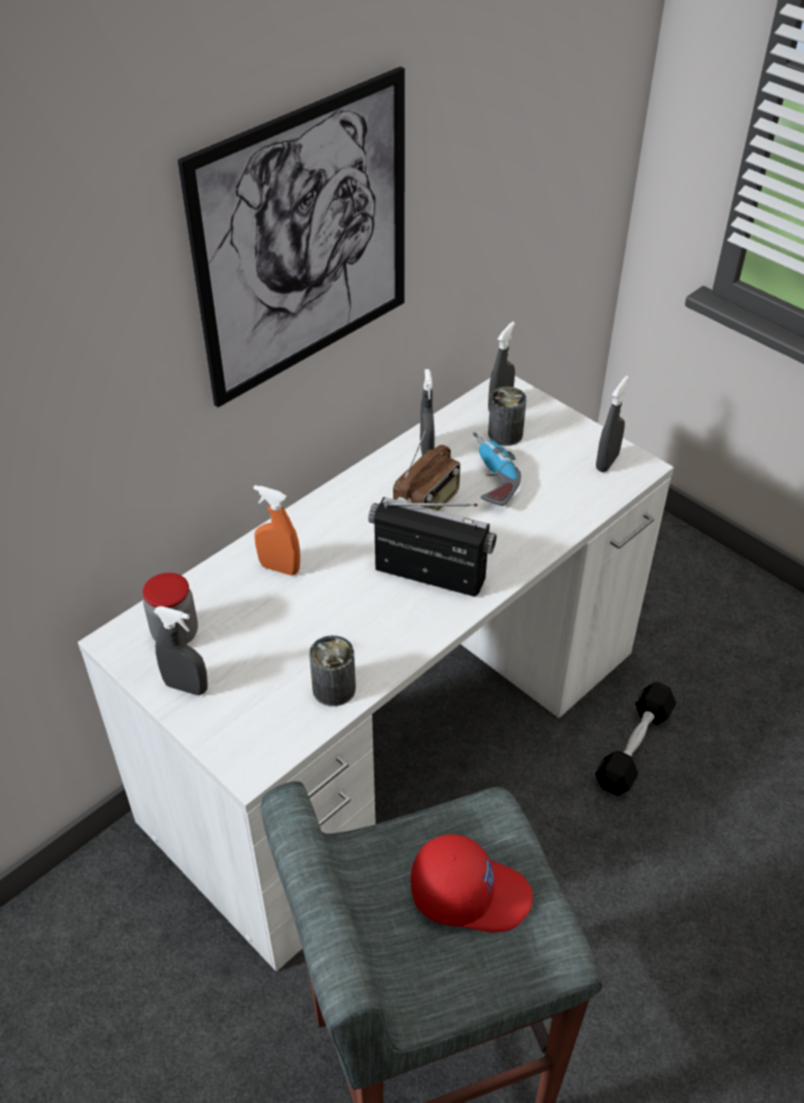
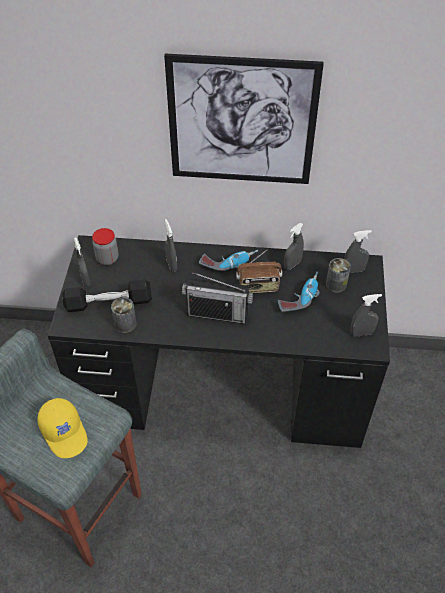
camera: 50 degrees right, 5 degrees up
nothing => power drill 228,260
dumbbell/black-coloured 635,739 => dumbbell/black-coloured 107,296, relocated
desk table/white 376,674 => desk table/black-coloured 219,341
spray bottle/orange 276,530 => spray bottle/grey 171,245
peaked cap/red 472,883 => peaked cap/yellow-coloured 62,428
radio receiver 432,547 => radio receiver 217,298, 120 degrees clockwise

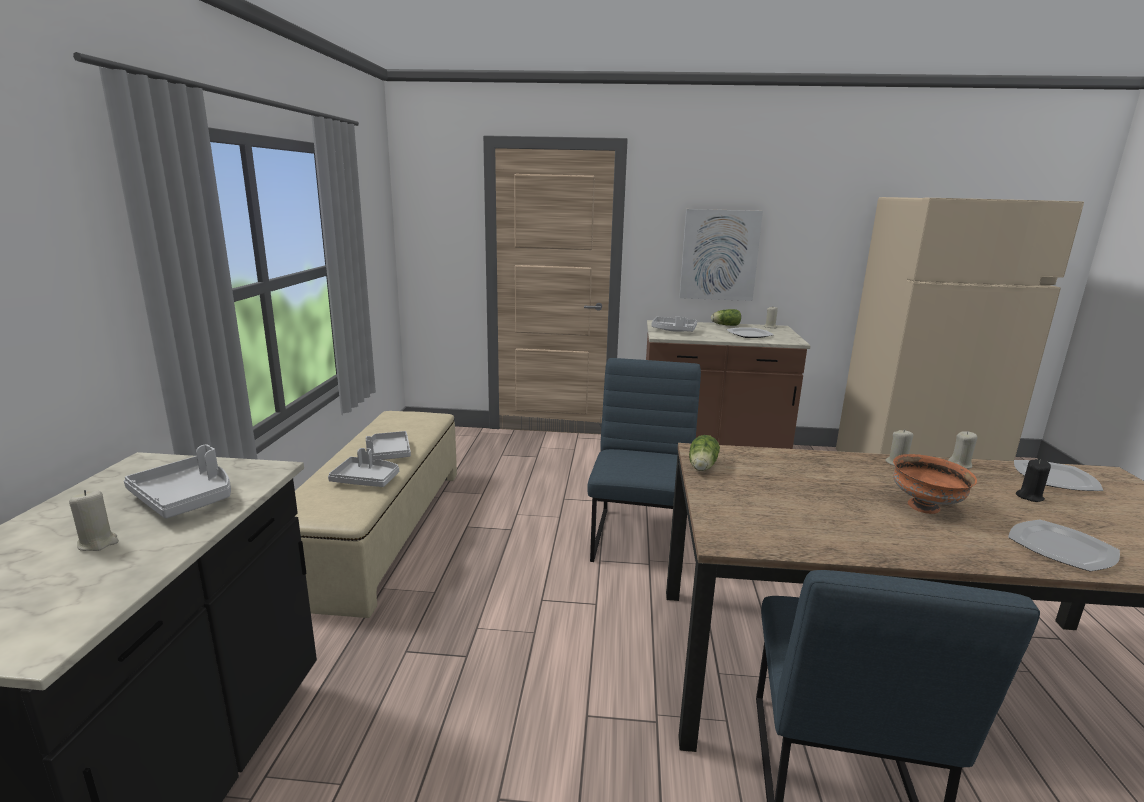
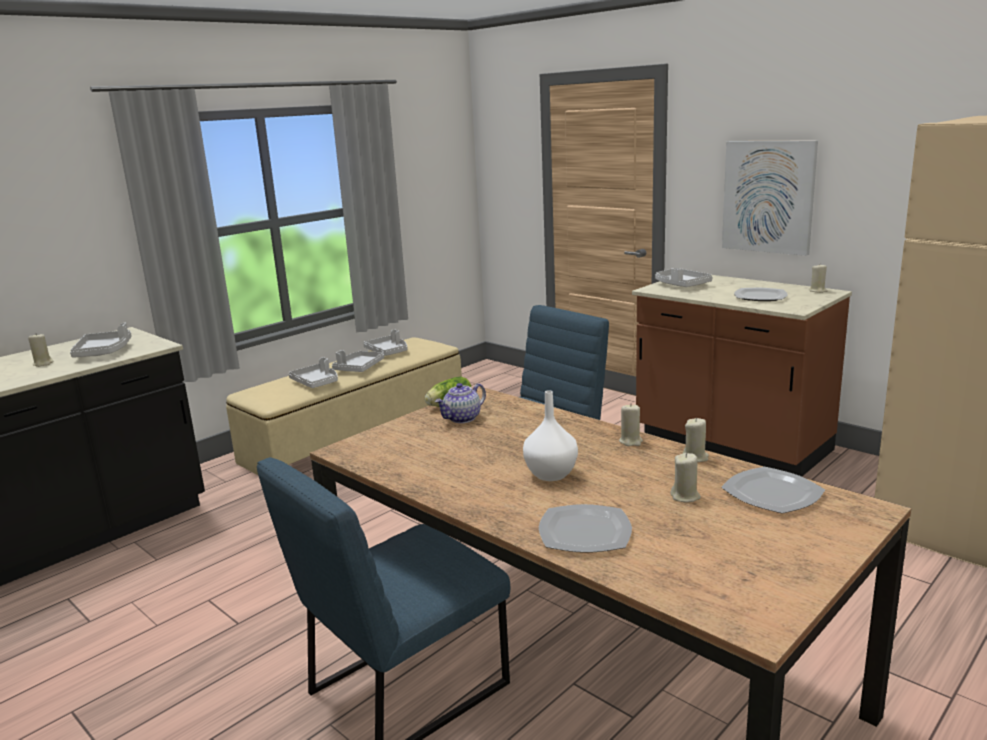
camera: 40 degrees right, 0 degrees up
lettuce 726,317 => nothing
nothing => tray/grey 385,342
nothing => teapot 460,403
deep dish/orange 935,484 => decorative vase/white 550,435
wax candle/black-coloured 1033,480 => wax candle/beige-coloured 686,478

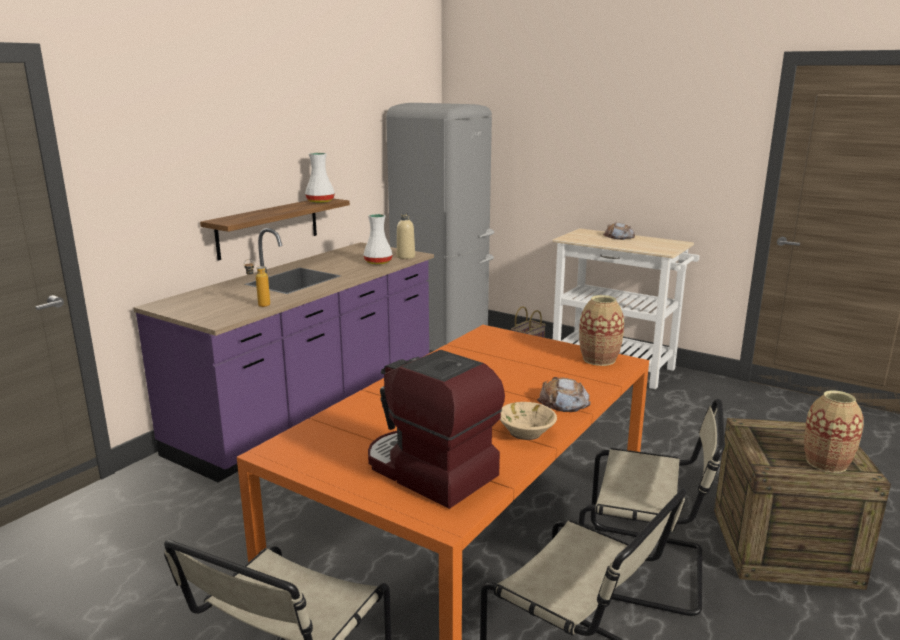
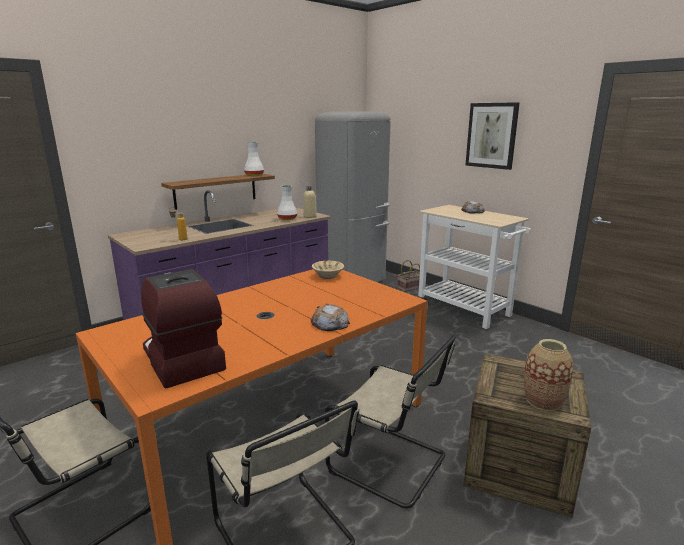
camera: 15 degrees right, 0 degrees up
decorative vase 601,330 => nothing
nothing => wall art 492,136
deep dish/beige-coloured 528,421 => deep dish/beige-coloured 328,270, relocated

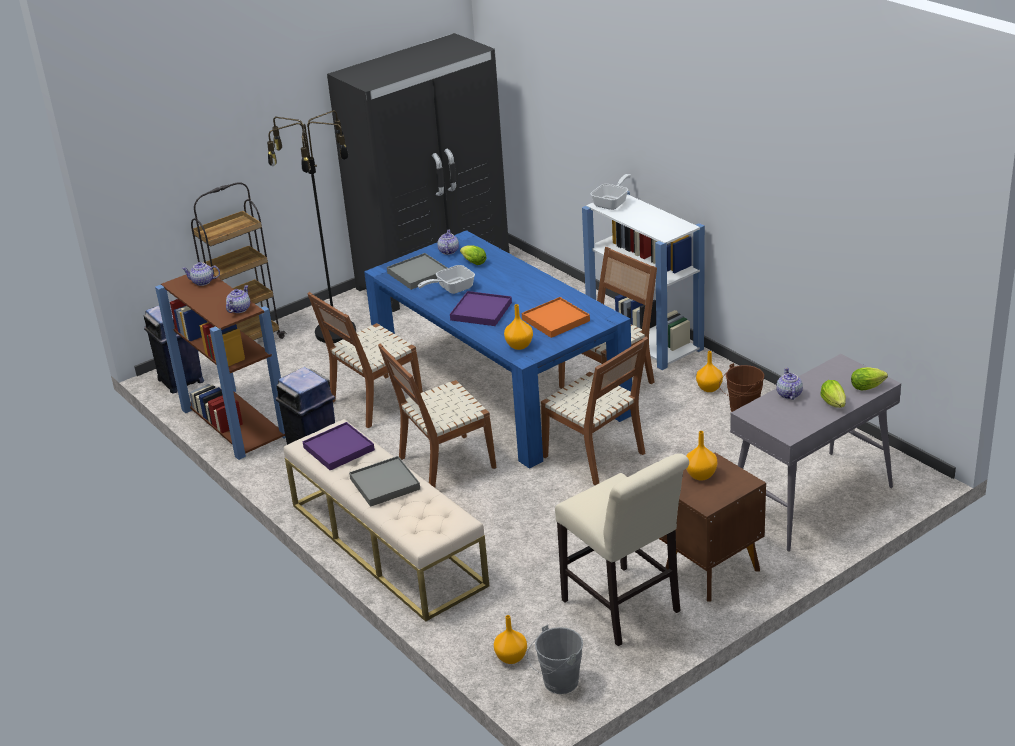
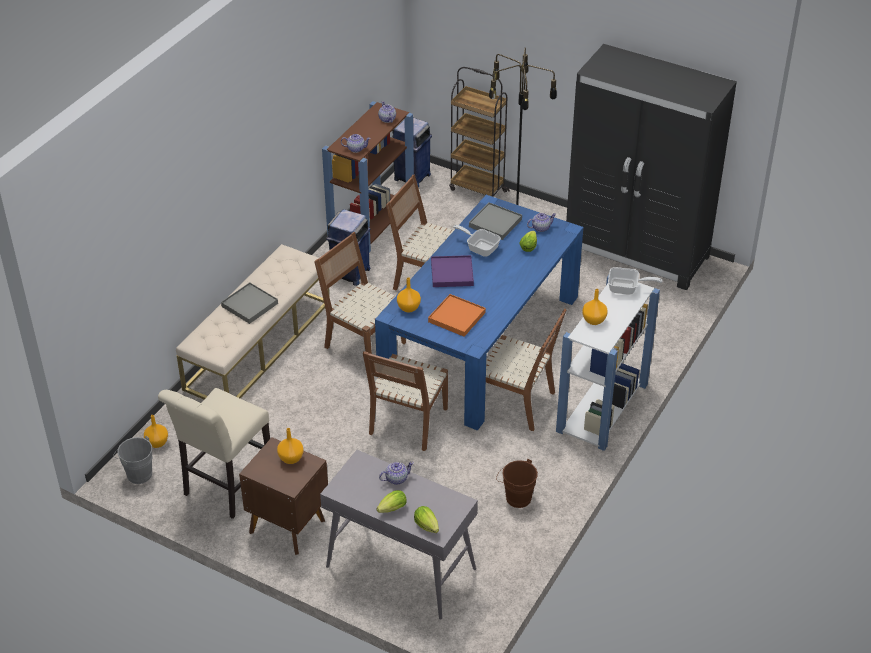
camera: 65 degrees right, 10 degrees up
tray/purple-coloured 338,446 => nothing
decorative vase/orange 709,371 => decorative vase/orange 595,307, relocated

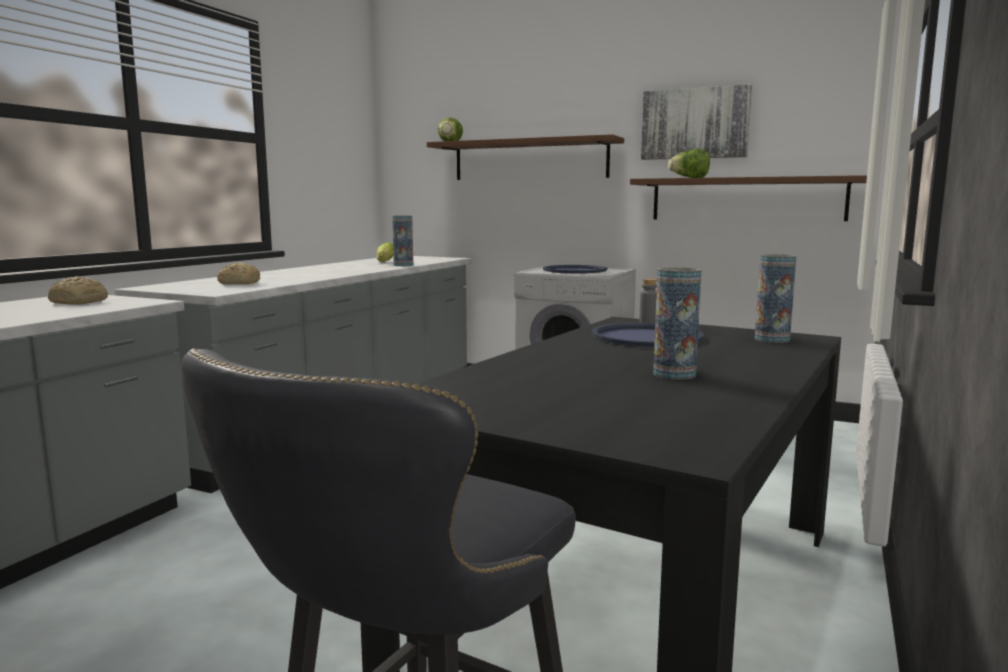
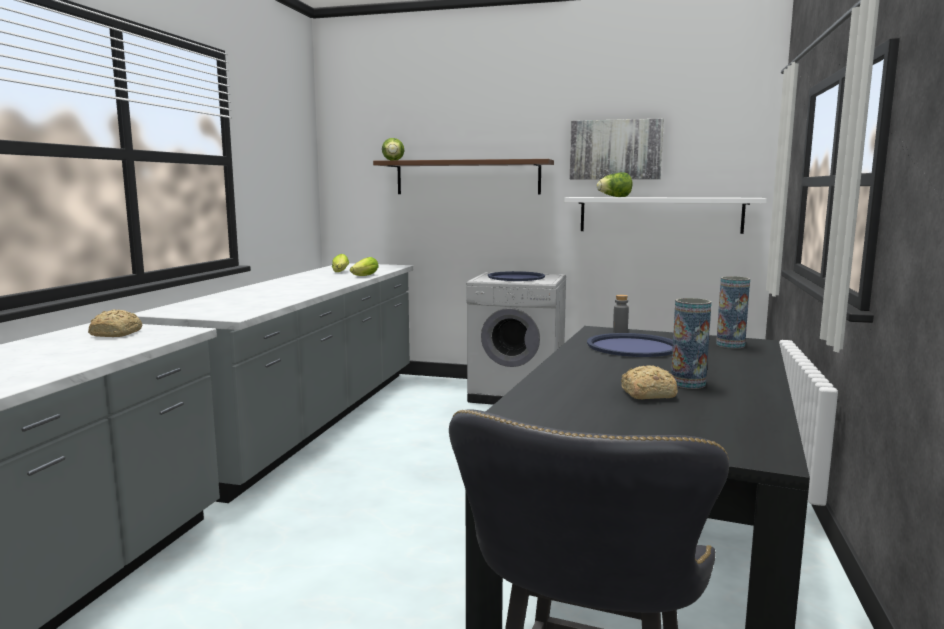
camera: 10 degrees left, 0 degrees up
bread 238,273 => bread 649,382, relocated
decorative vase 402,241 => lettuce 364,266
wall shelf/brown 748,198 => wall shelf/white 665,215

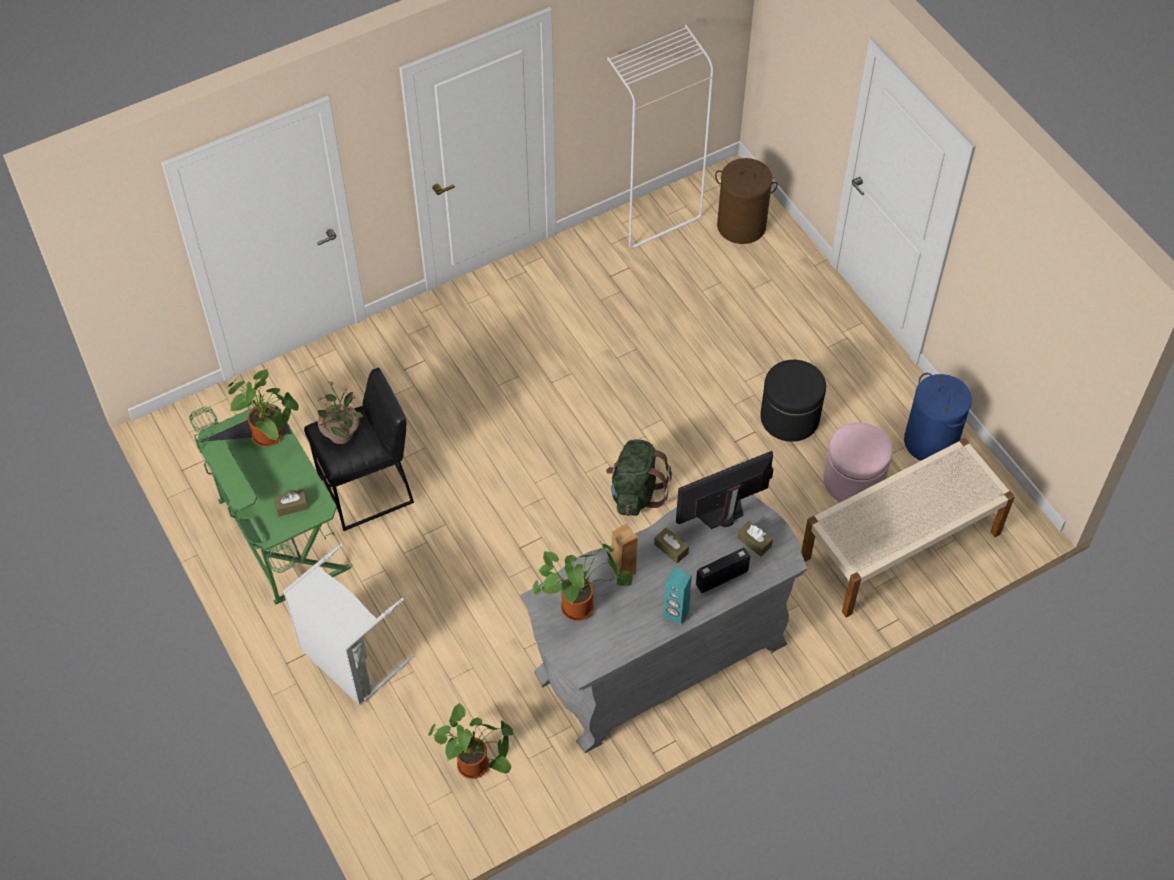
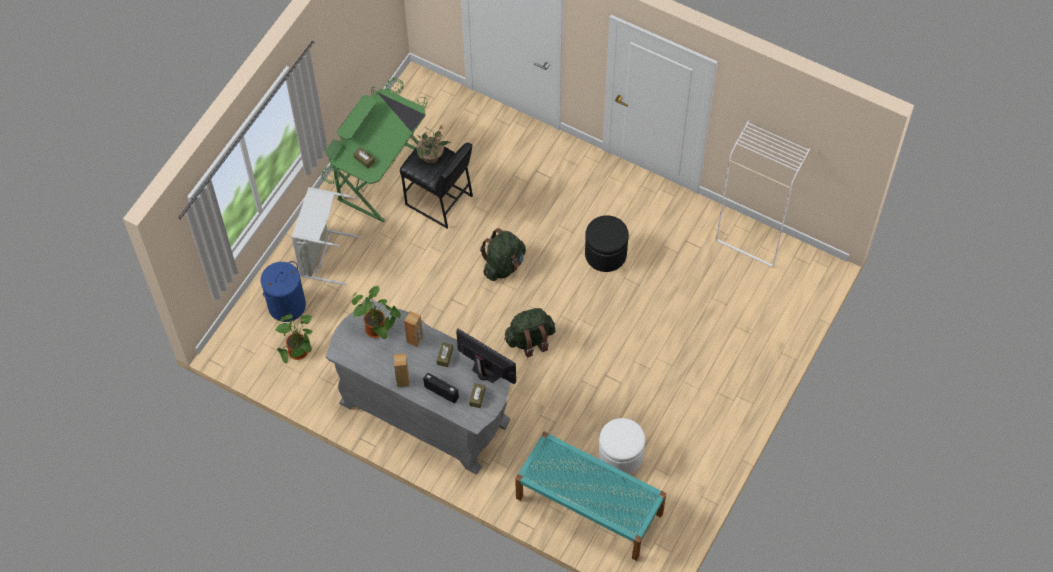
camera: 60 degrees right, 5 degrees up
houseplant 263,408 => nothing
washing basket/brown 746,201 => nothing
nothing => knapsack/greenish 503,254
pouffe/black-coloured 793,401 => pouffe/black-coloured 607,243, relocated
washing basket/blue-coloured 938,417 => washing basket/blue-coloured 283,291, relocated
speaker/turquoise-coloured 677,596 => speaker/brown 401,370
long seat/beige-coloured 908,528 => long seat/turquoise-coloured 591,496
pouffe/pink 857,463 => pouffe/white 622,446

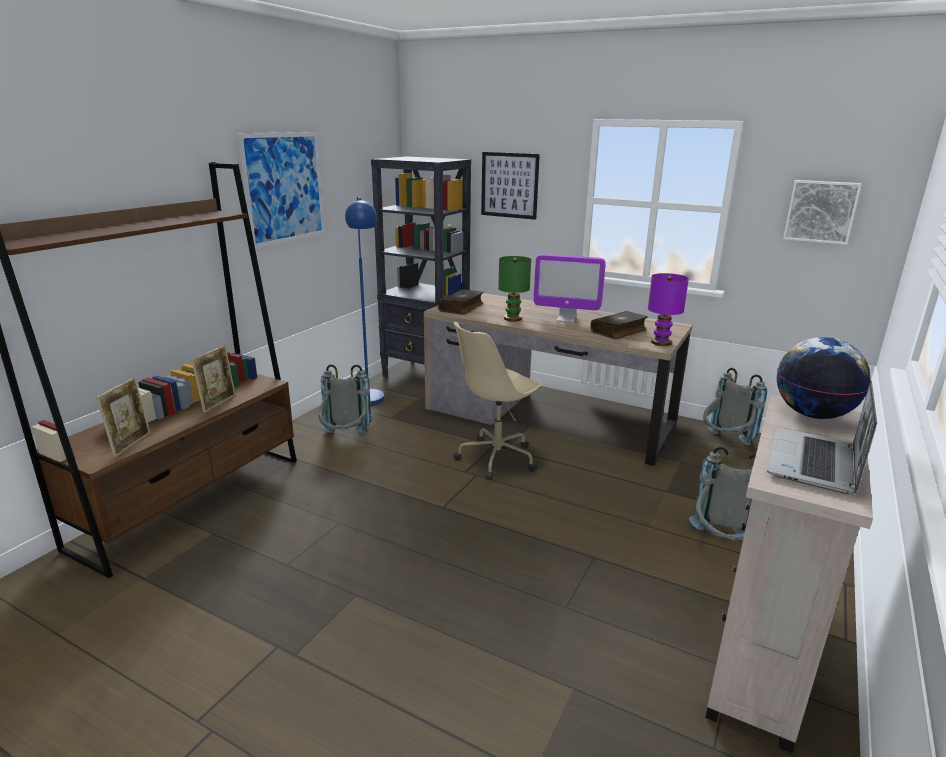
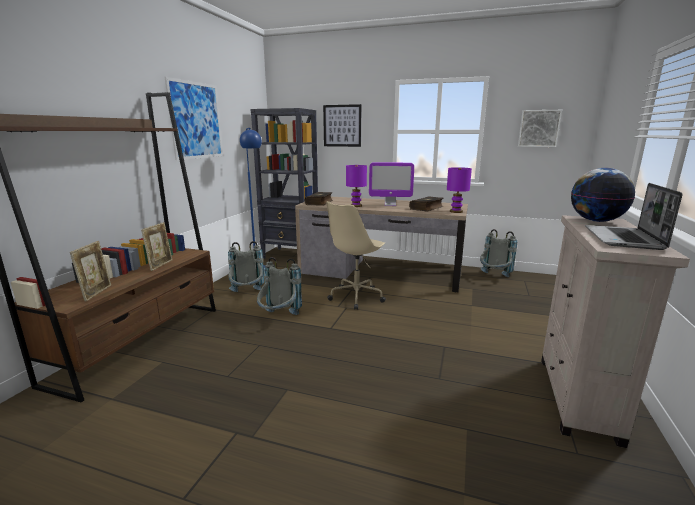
camera: 10 degrees left, 5 degrees down
knapsack/grey 722,493 => knapsack/grey 279,286, relocated
lamp for a table/greenish 514,288 => lamp for a table/purple-coloured 356,186

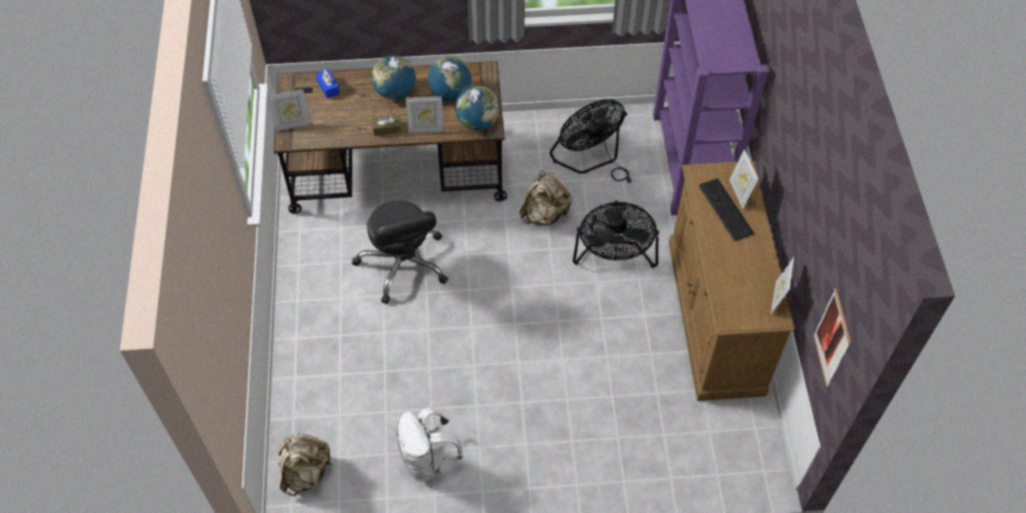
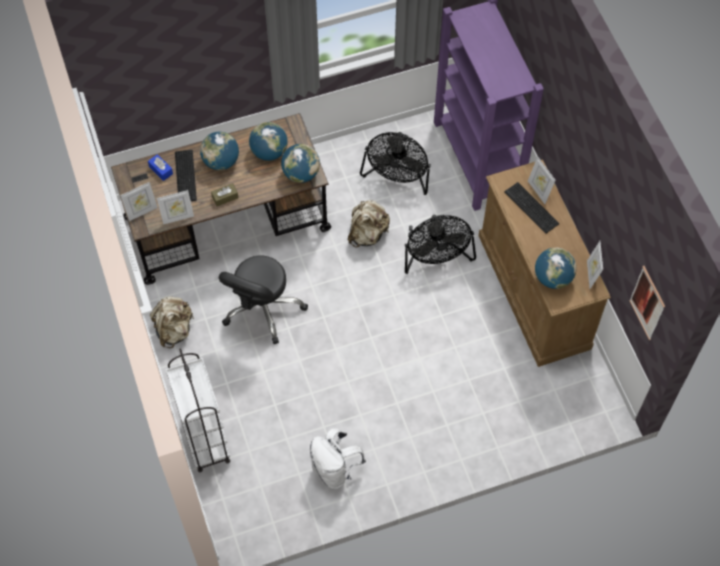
camera: 15 degrees left, 5 degrees up
nothing => wheeled cart/white 198,410
nothing => keyboard 186,175
nothing => world globe 556,268
knapsack/beige-coloured 306,464 => knapsack/beige-coloured 172,322, relocated
picture frame 424,115 => picture frame 175,207, relocated
computer chair/black-coloured 400,252 => computer chair/black-coloured 263,299, 60 degrees clockwise
fan/black-coloured 591,141 => fan/black-coloured 395,163, 120 degrees counterclockwise

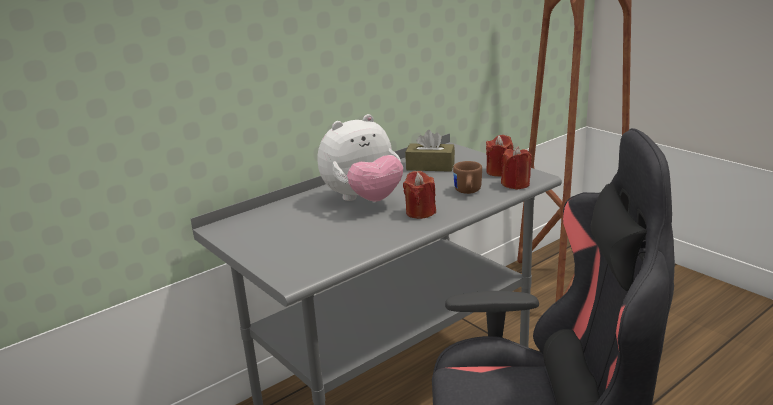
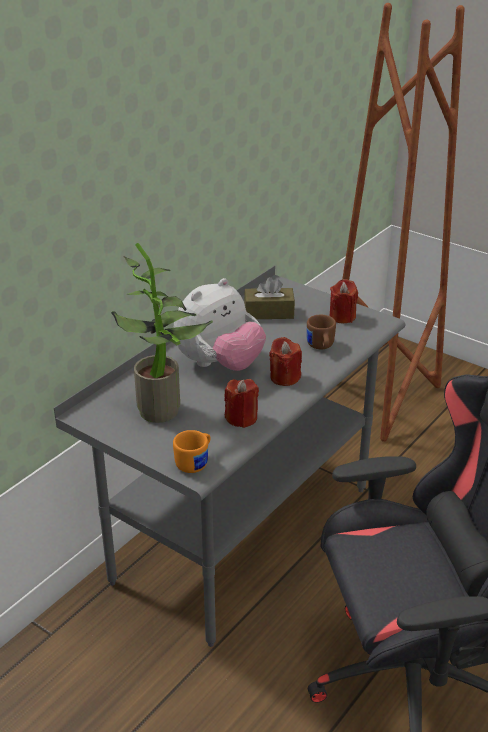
camera: 15 degrees left, 10 degrees up
nothing => houseplant 162,333
nothing => mug/orange 192,451
wax candle/red 516,168 => wax candle/red 241,403, relocated

